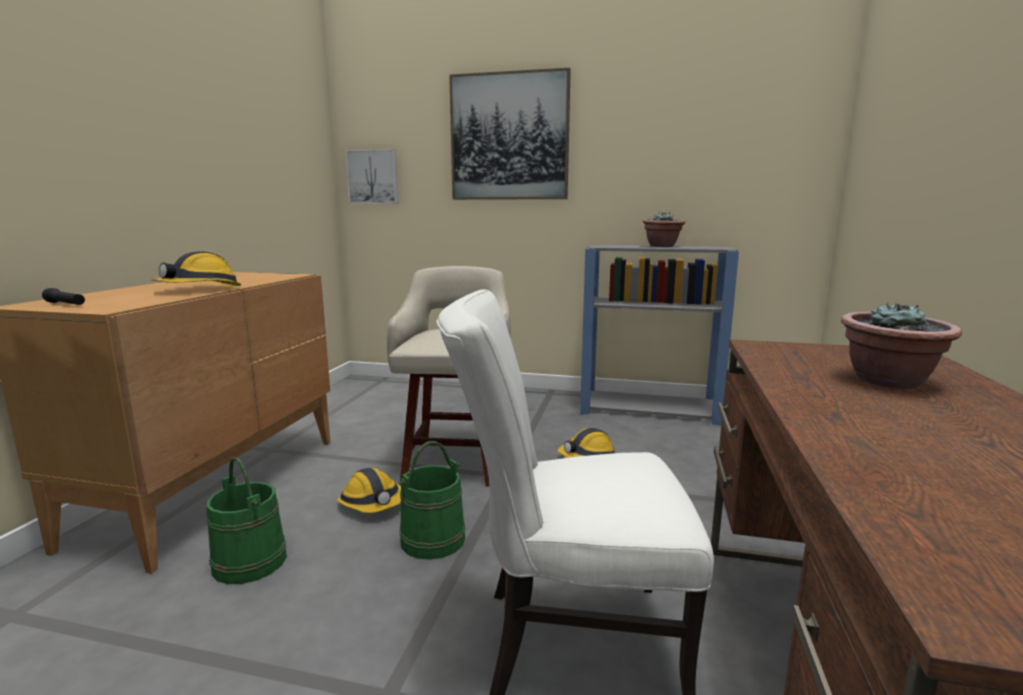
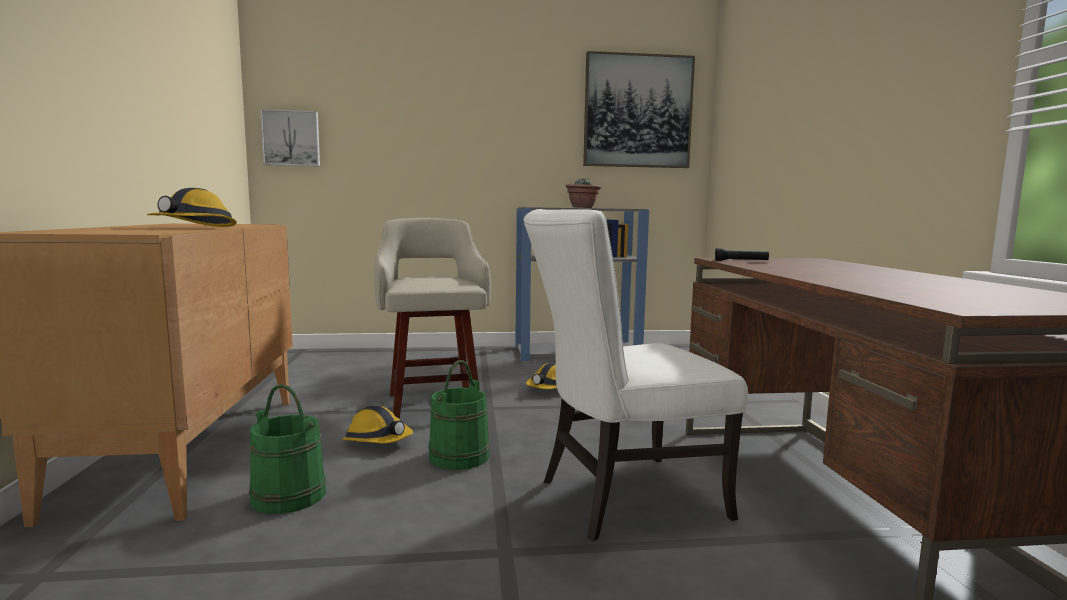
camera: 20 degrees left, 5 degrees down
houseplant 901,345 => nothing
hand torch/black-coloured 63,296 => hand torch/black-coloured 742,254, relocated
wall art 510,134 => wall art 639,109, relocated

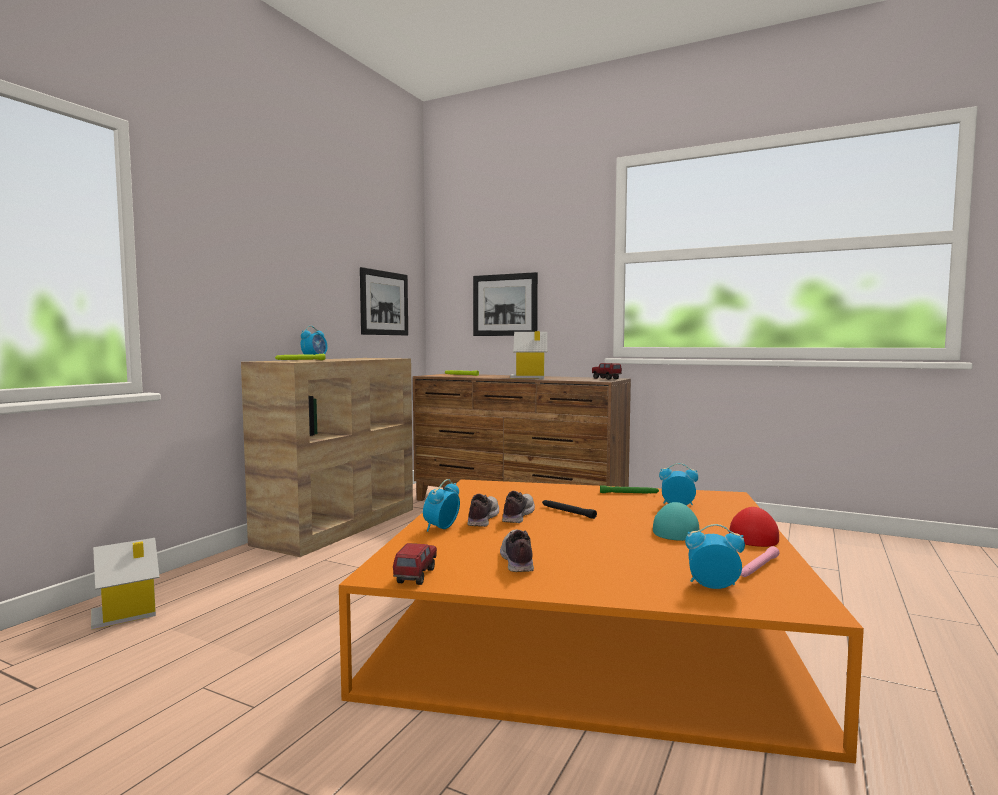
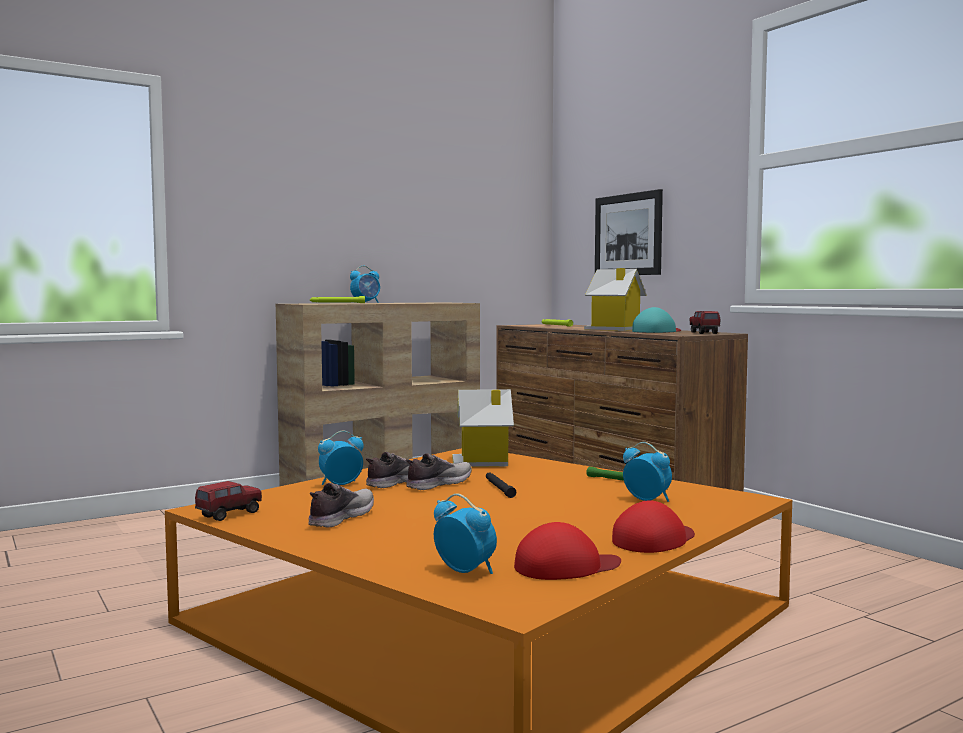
camera: 30 degrees right, 0 degrees up
wall art 384,301 => nothing
model house 125,584 => model house 483,428, relocated
peaked cap/turquoise-coloured 676,521 => peaked cap/turquoise-coloured 656,320, relocated
hand torch/pink 760,561 => peaked cap/red 567,551

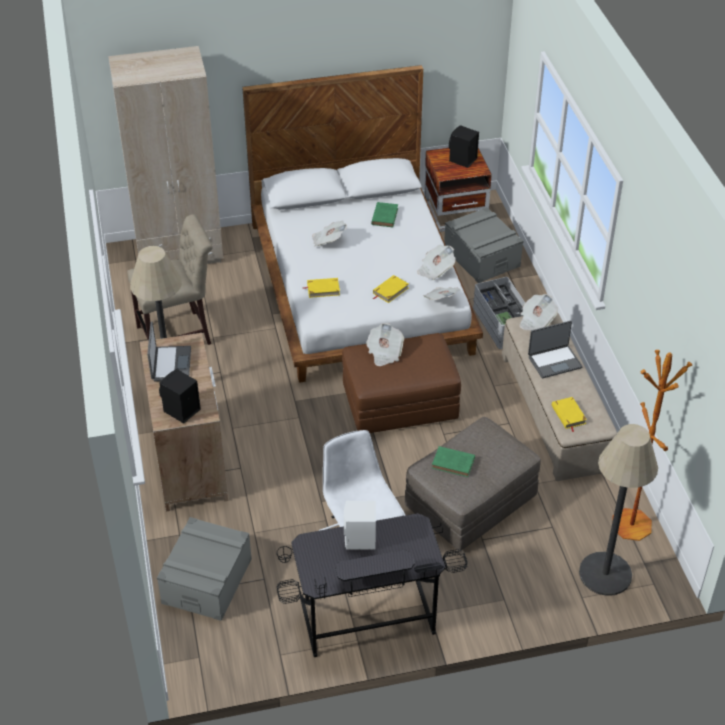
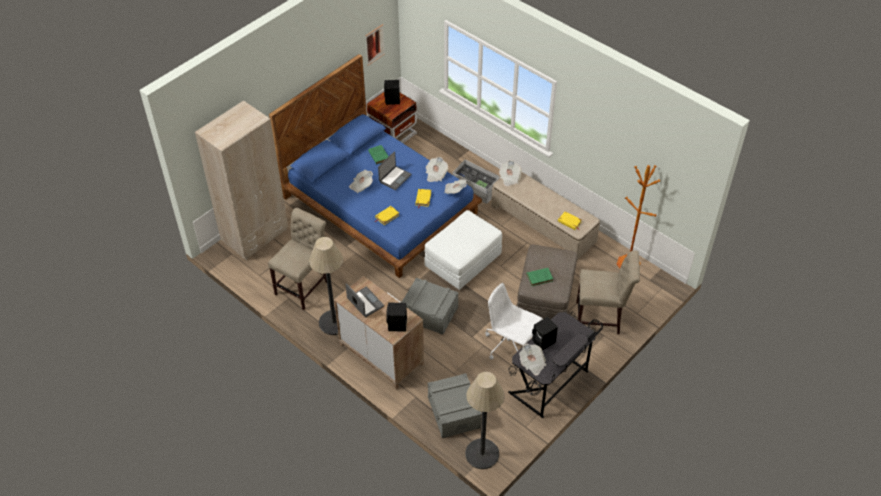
camera: 35 degrees left, 5 degrees up
nothing => wall art 375,44
nothing => plain chair/beige-coloured 608,292
printed paper 385,344 => printed paper 533,360, relocated
storage box/grey 483,245 => storage box/grey 430,306, relocated
portable computer 555,349 => portable computer 394,171, relocated
standing lamp 618,510 => standing lamp 485,420, relocated
bed/white 362,224 => bed/blue-coloured 375,166
pouffe/brown 401,383 => pouffe/white 463,250
speaker/white 360,525 => speaker/black-coloured 545,333

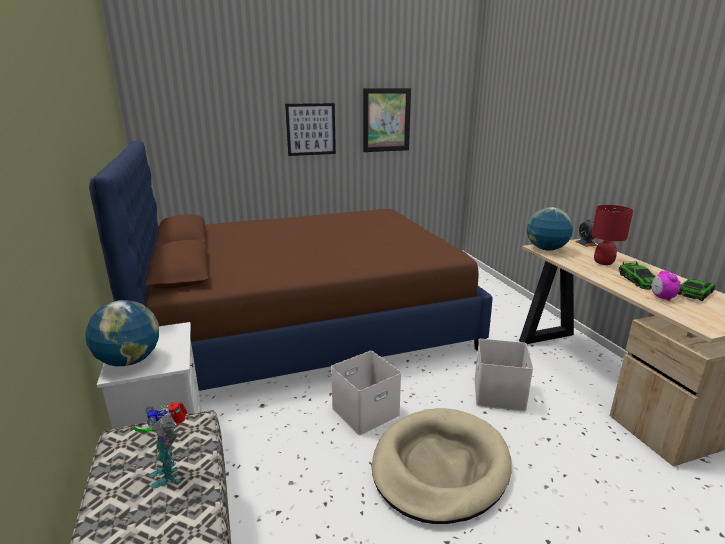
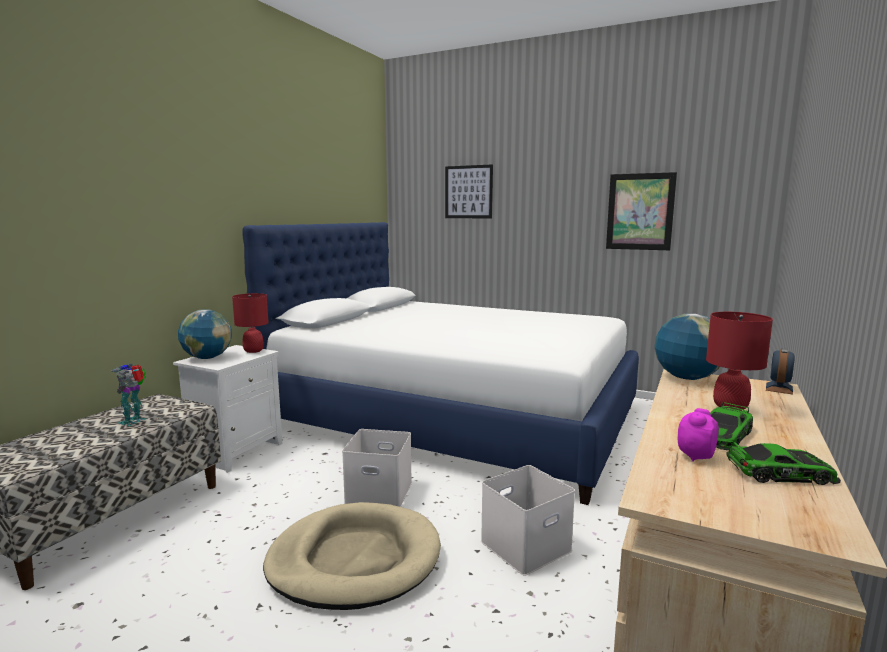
camera: 45 degrees right, 10 degrees down
nothing => lamp for a table/red 250,323
wall art 310,129 => wall art 469,191, relocated
bed/brown 291,265 => bed/white 440,363

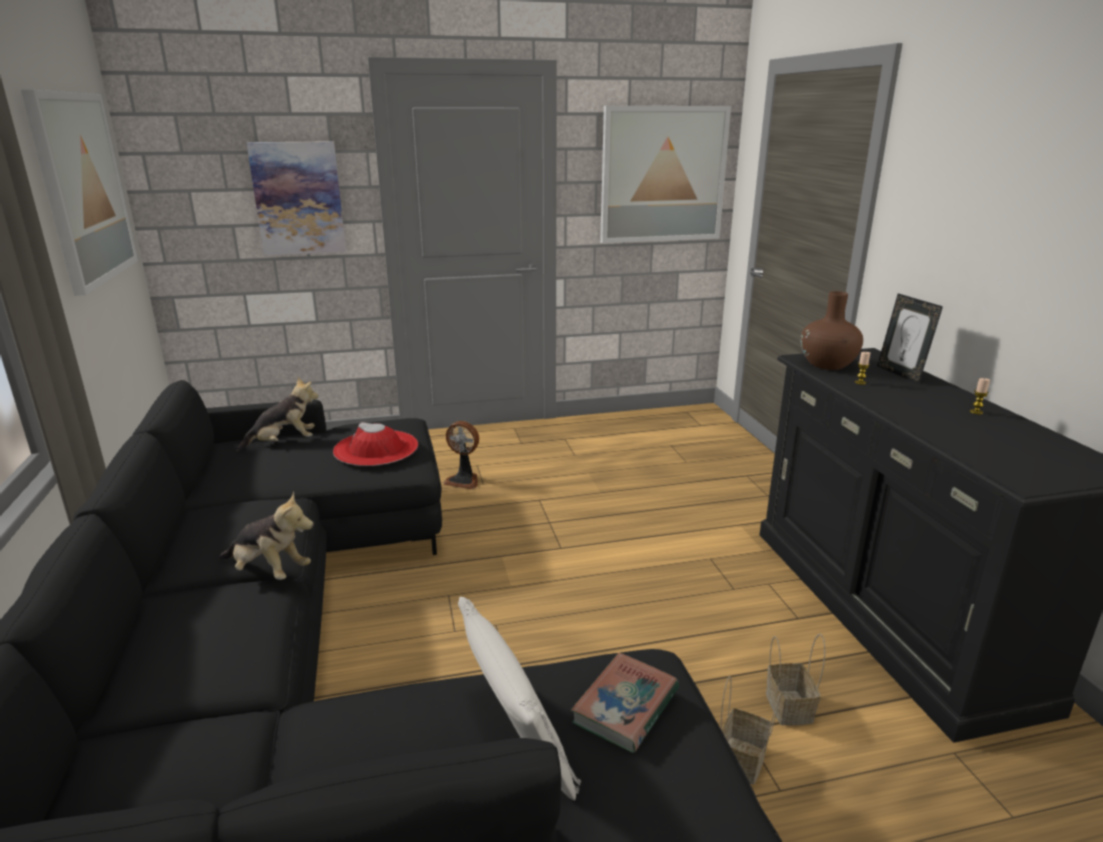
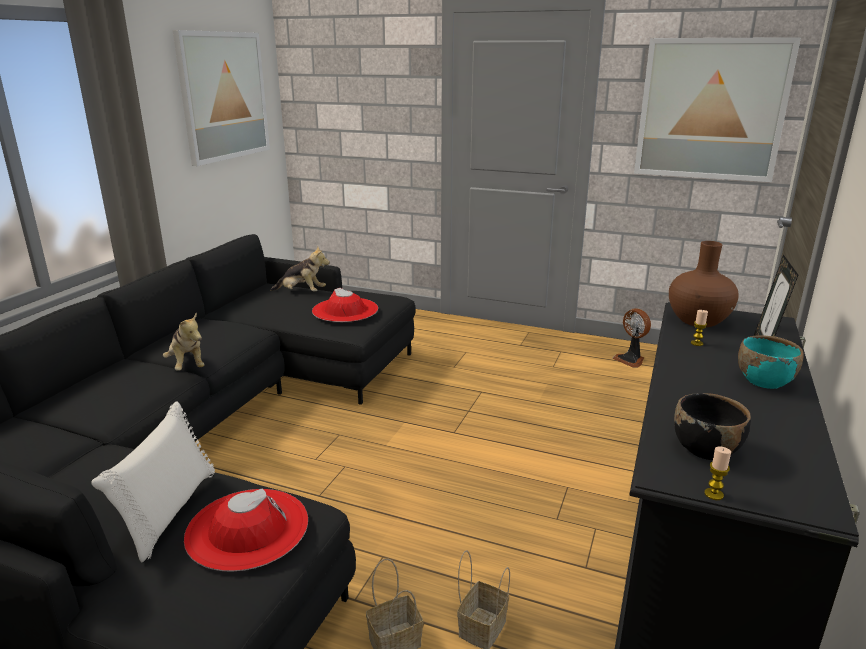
camera: 35 degrees right, 0 degrees up
wall art 296,198 => nothing
nothing => deep dish/black-coloured 712,426
nothing => deep dish/turquoise-coloured 771,362
fan 461,455 => fan 631,338, relocated
wax candle 980,396 => wax candle 717,473, relocated
book 625,703 => wearable hat/red 246,529

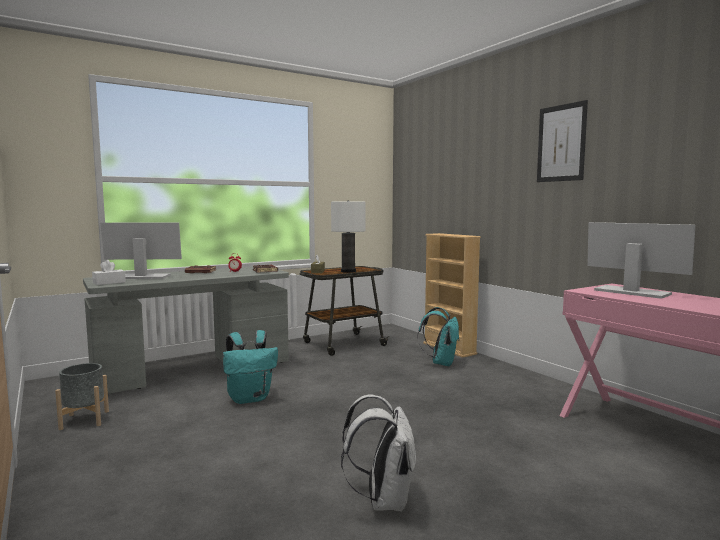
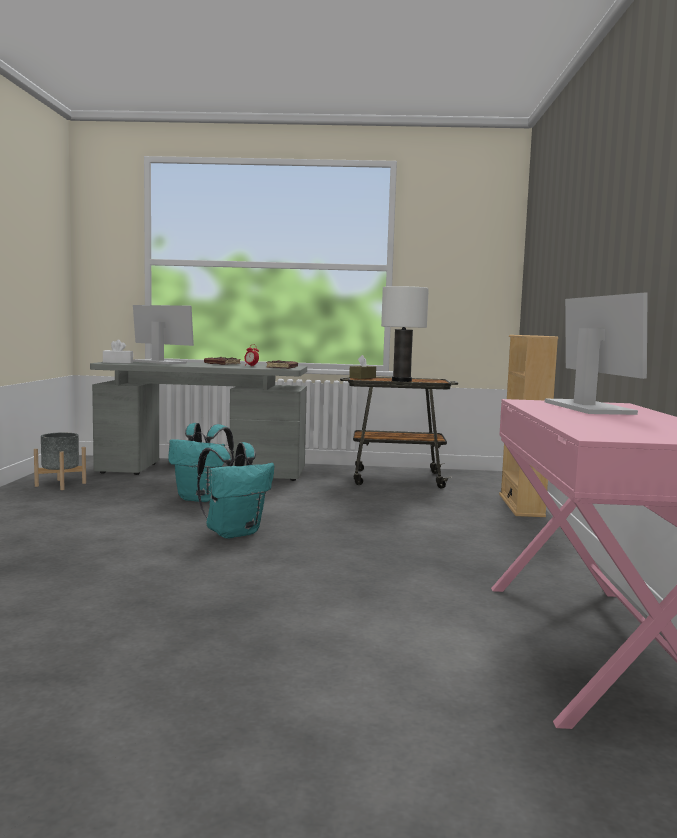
camera: 35 degrees right, 0 degrees up
knapsack/white 378,453 => nothing
wall art 562,141 => nothing
knapsack/turquoise-coloured 438,337 => knapsack/turquoise-coloured 235,490, relocated

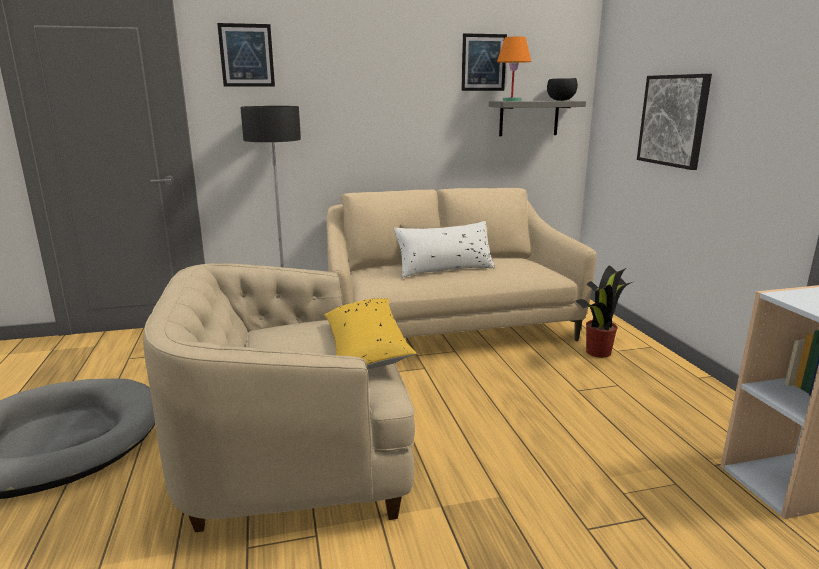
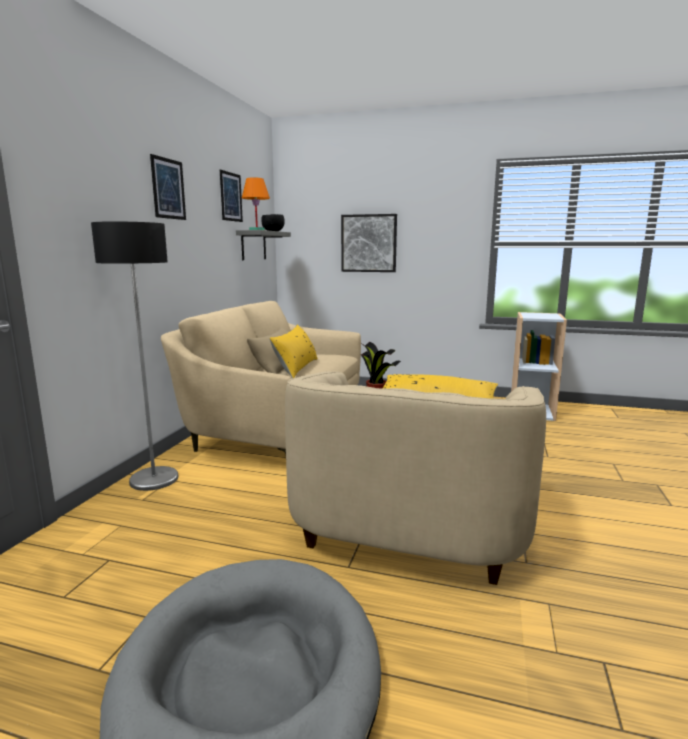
camera: 60 degrees left, 5 degrees down
wall art 246,55 => wall art 168,187, relocated
pillow/white 444,249 => pillow/yellow-coloured 293,351

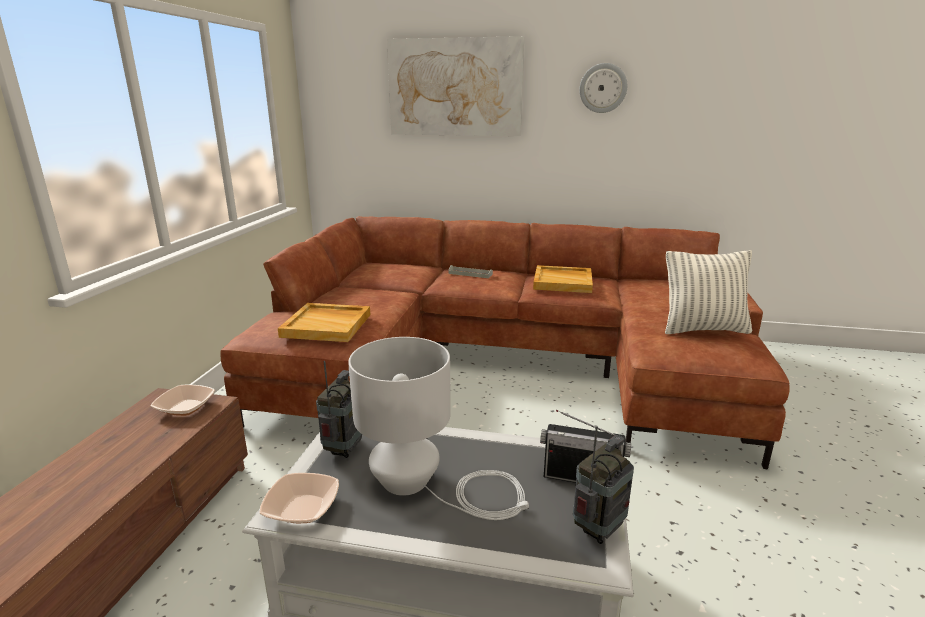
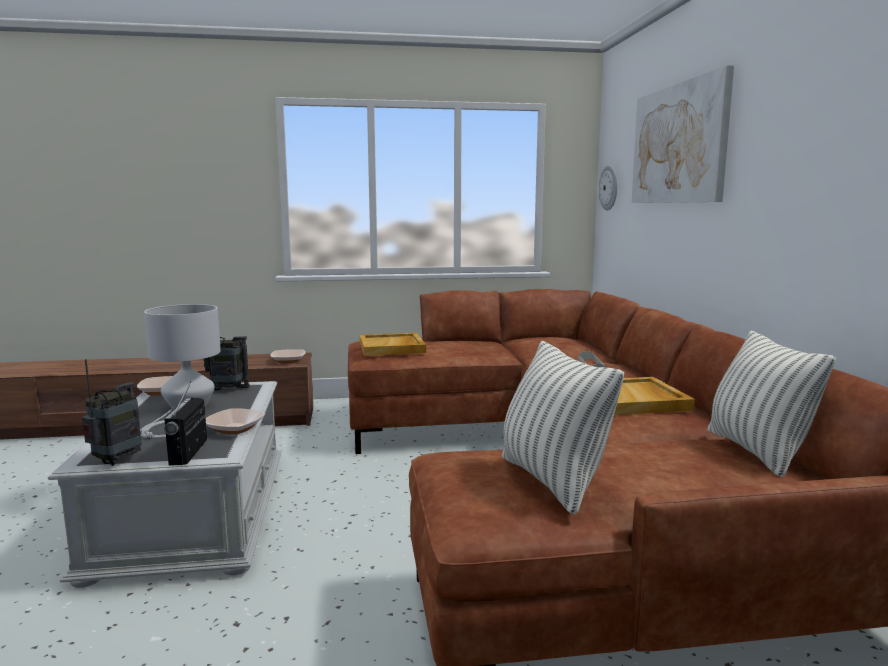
camera: 70 degrees right, 10 degrees down
nothing => deep dish 235,421
nothing => pillow 771,404
clock on the wall 603,88 => clock on the wall 608,188, relocated
radio receiver 603,485 => radio receiver 112,412, 90 degrees counterclockwise

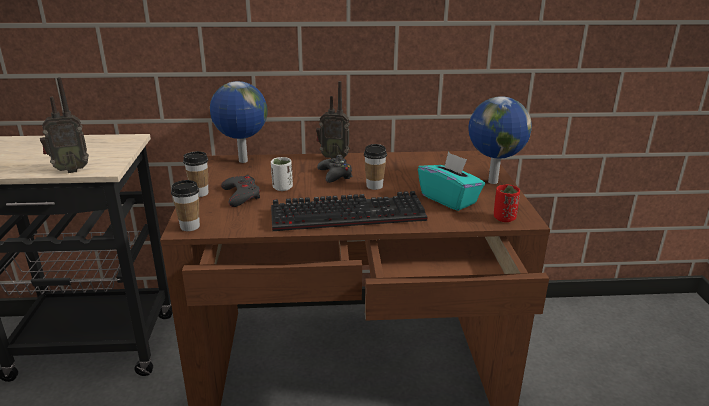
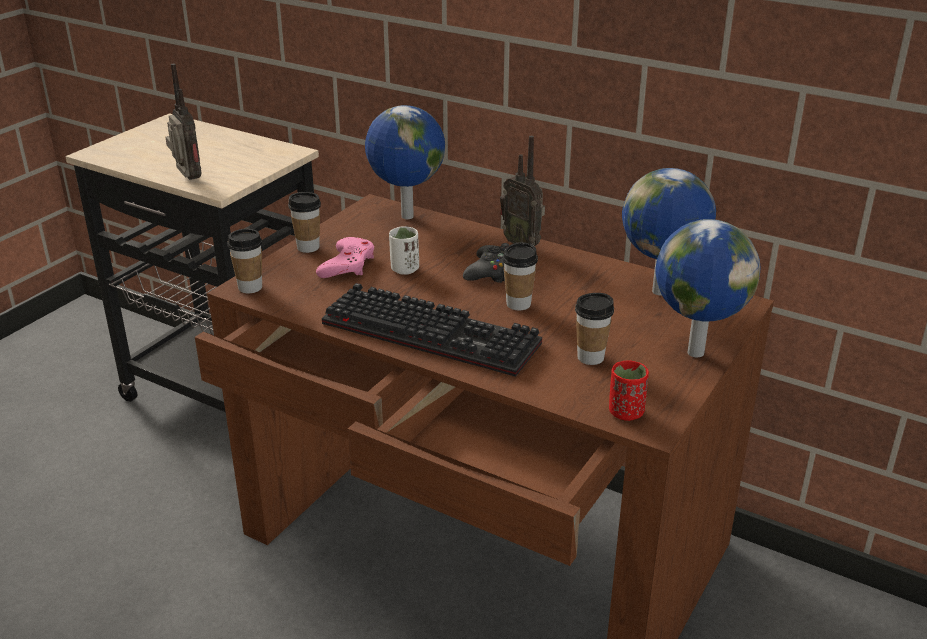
camera: 35 degrees right, 5 degrees up
nothing => world globe 669,231
box of tissues/turquoise-coloured 451,181 => cup 594,329
gamepad/grey 240,191 => gamepad/pink 345,257
radio receiver 64,125 => radio receiver 183,122, 135 degrees counterclockwise

